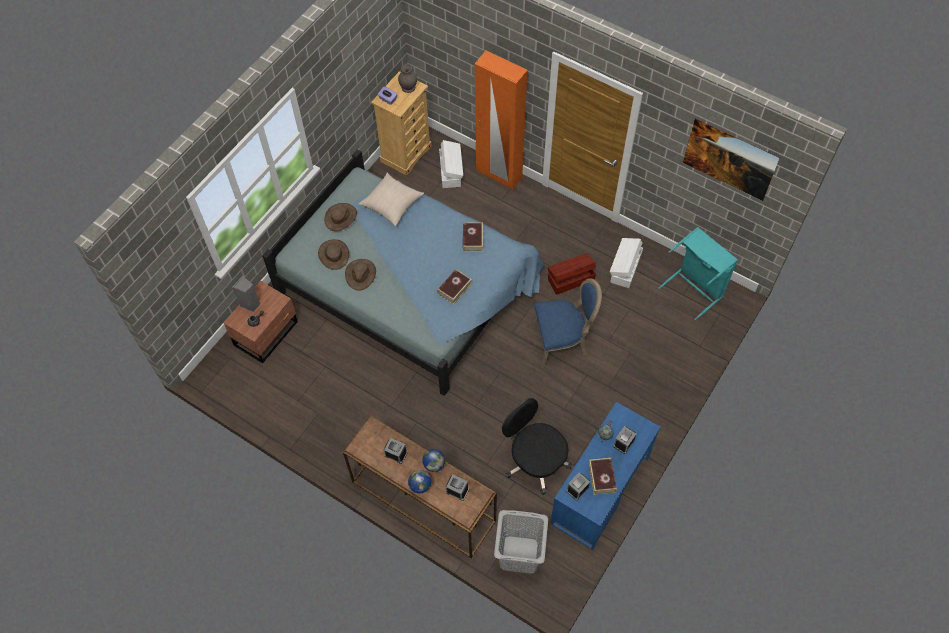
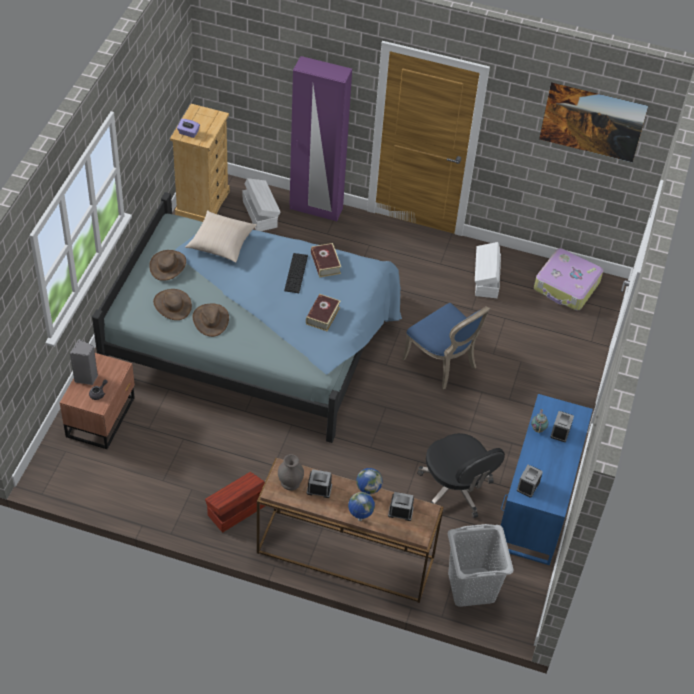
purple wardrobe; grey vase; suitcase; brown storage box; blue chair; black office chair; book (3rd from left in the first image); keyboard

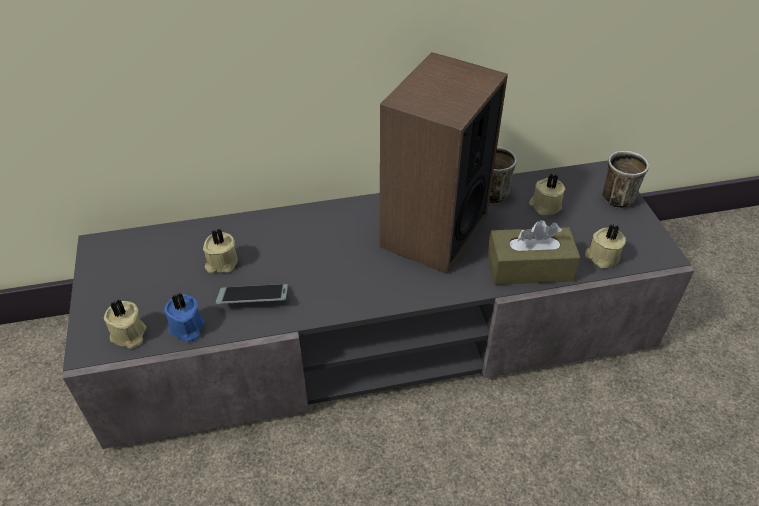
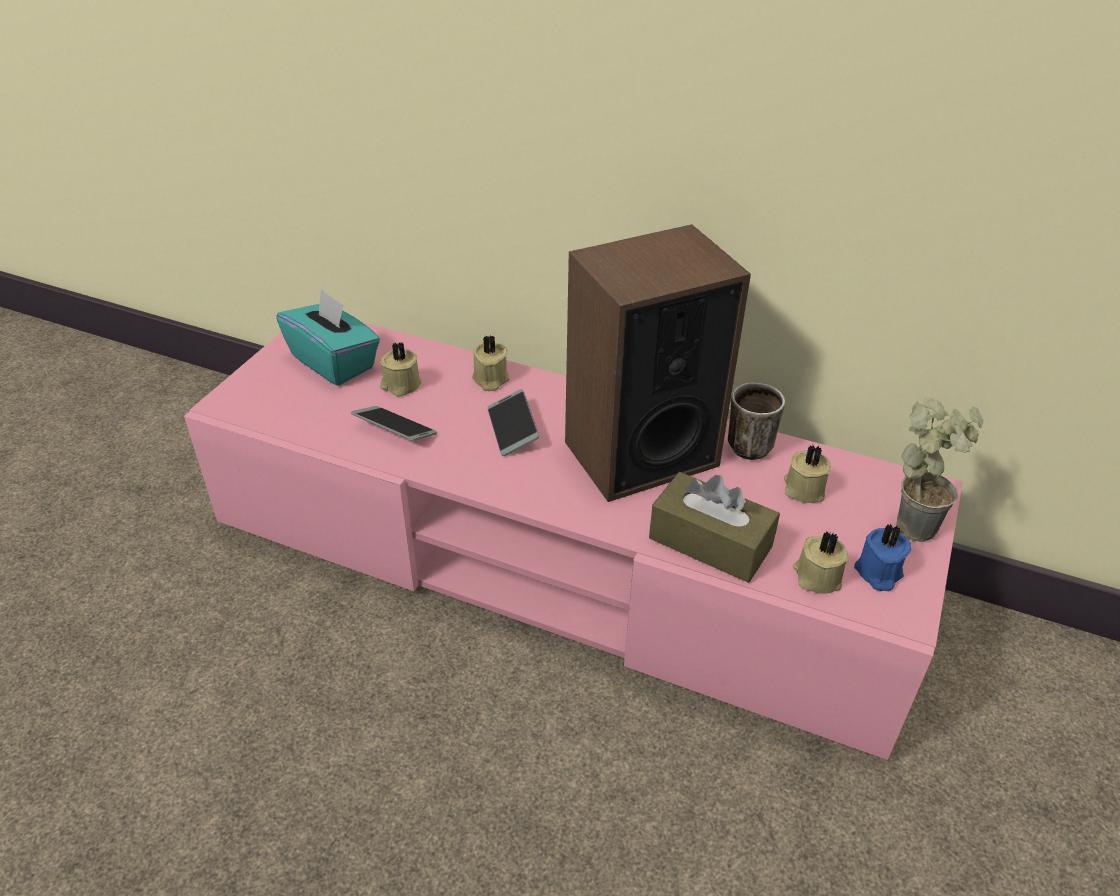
potted plant; pink tv stand; blue candle; beige candle (2nd from left); turquoise tissue box; phone (2nd from left)

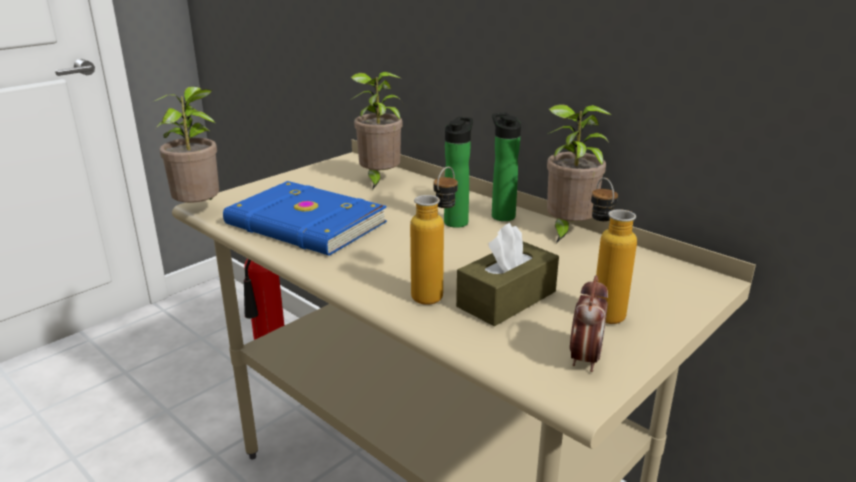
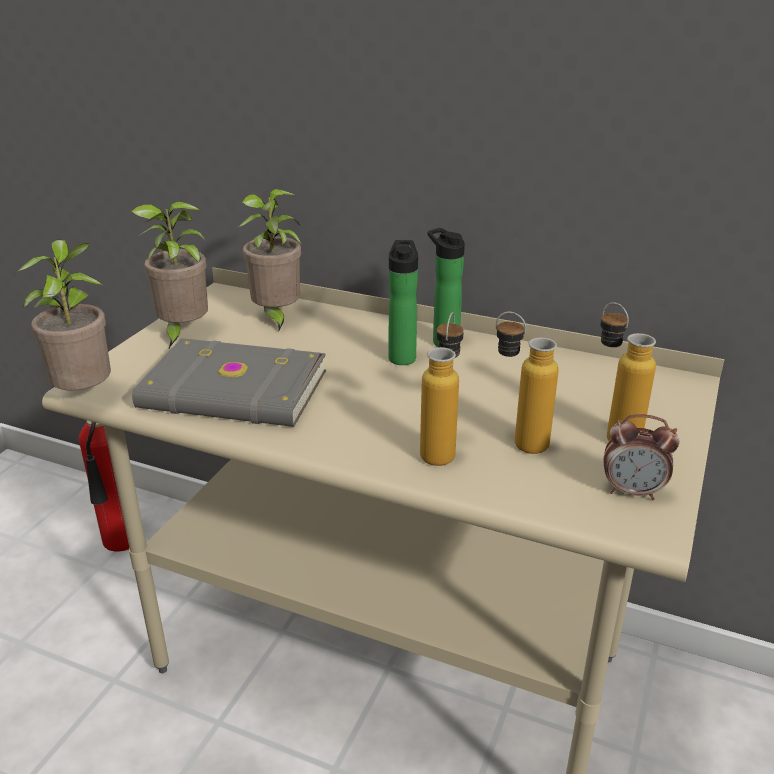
potted plant (2nd from left); grey book; bottle (4th from left); alarm clock

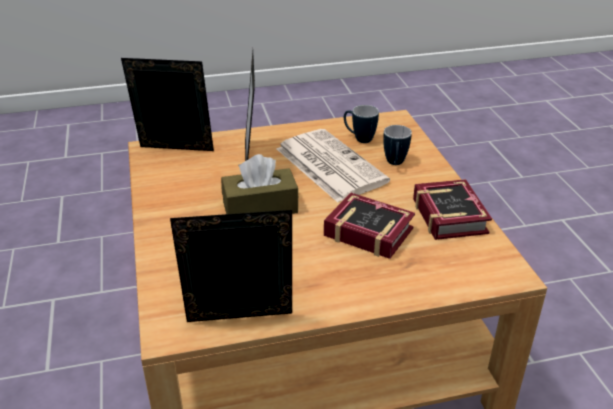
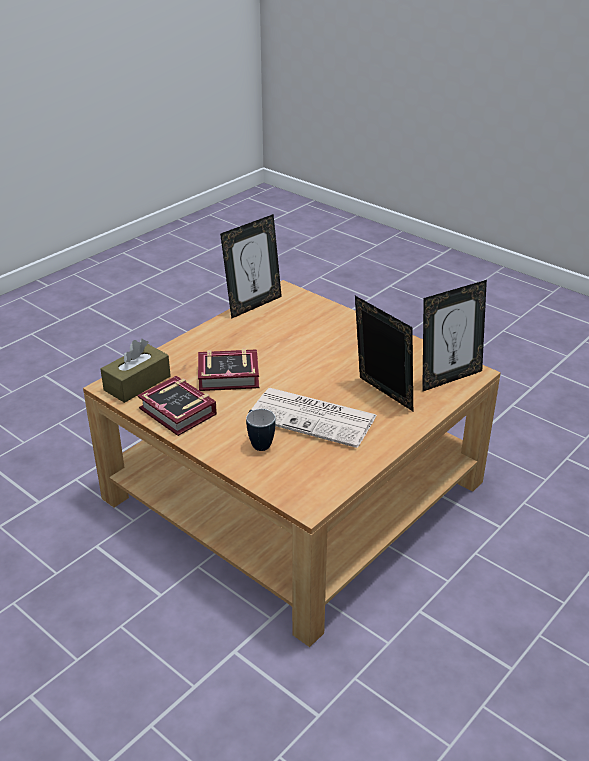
mug (1st from left in the first image); brown tissue box

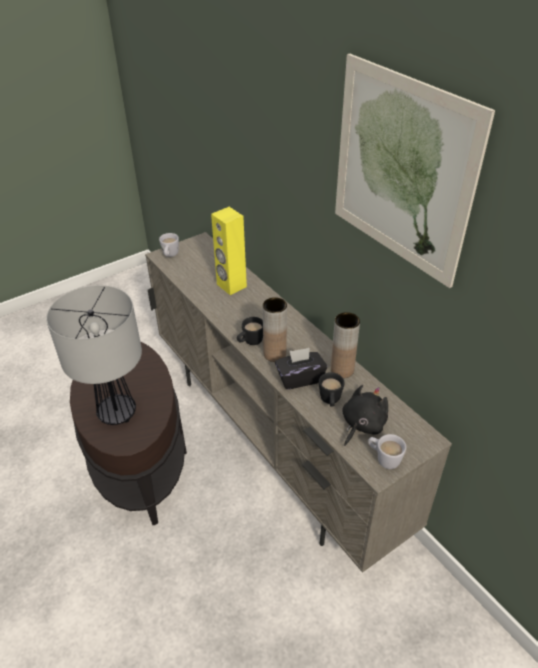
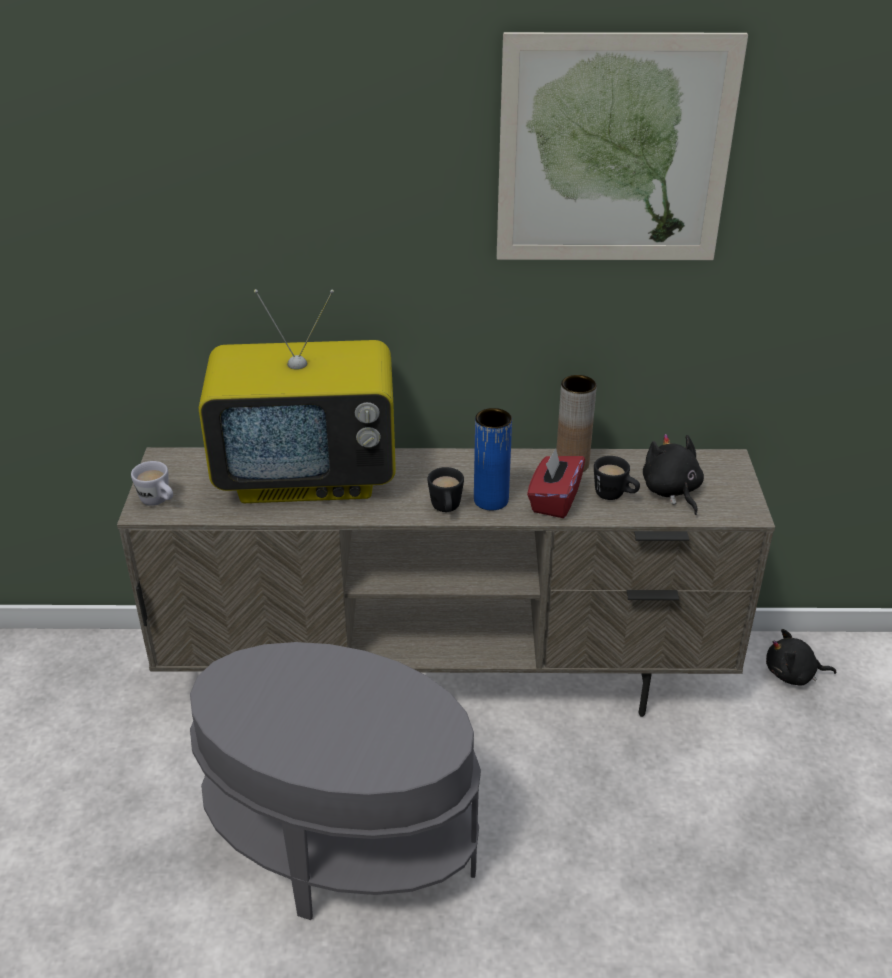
television; table lamp; blue vase; grey side table; red tissue box; white mug (2nd from left in the first image); black plush toy (2nd from left)

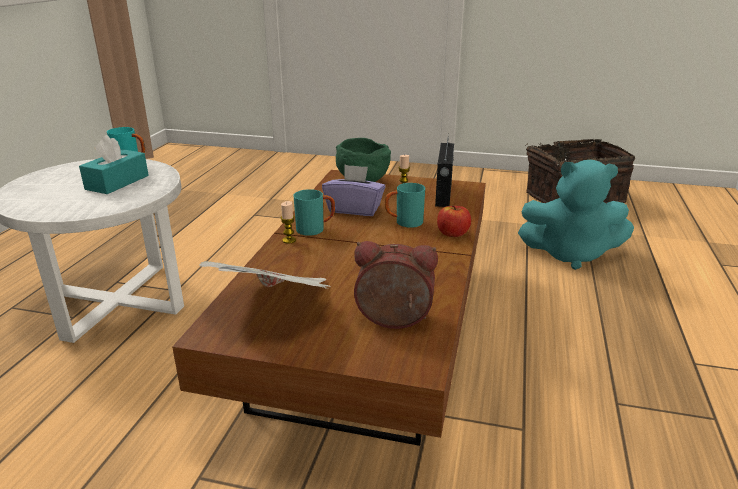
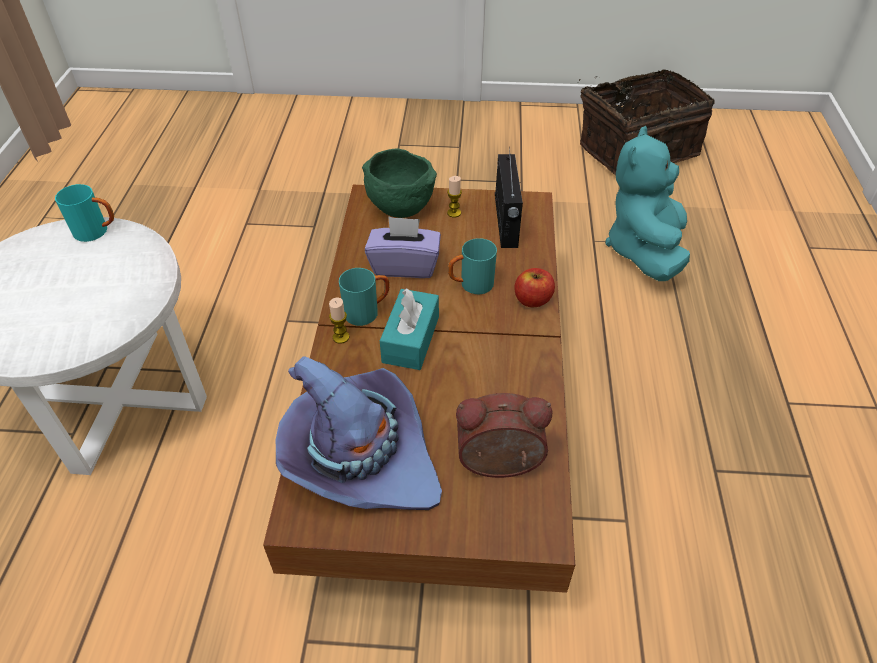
turquoise tissue box; turquoise plush toy; purple hat

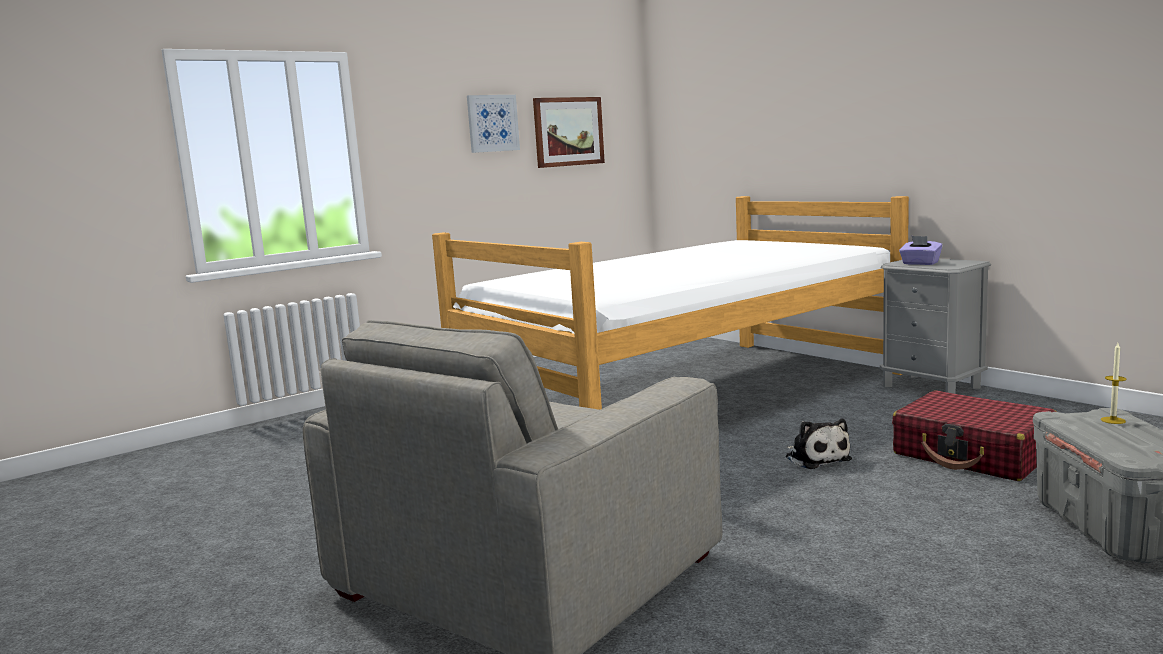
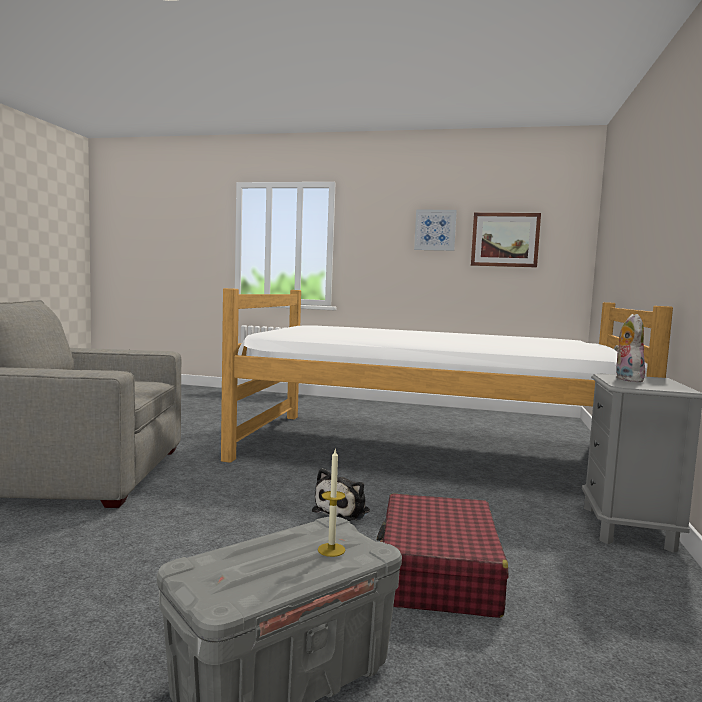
plush toy (2nd from left)

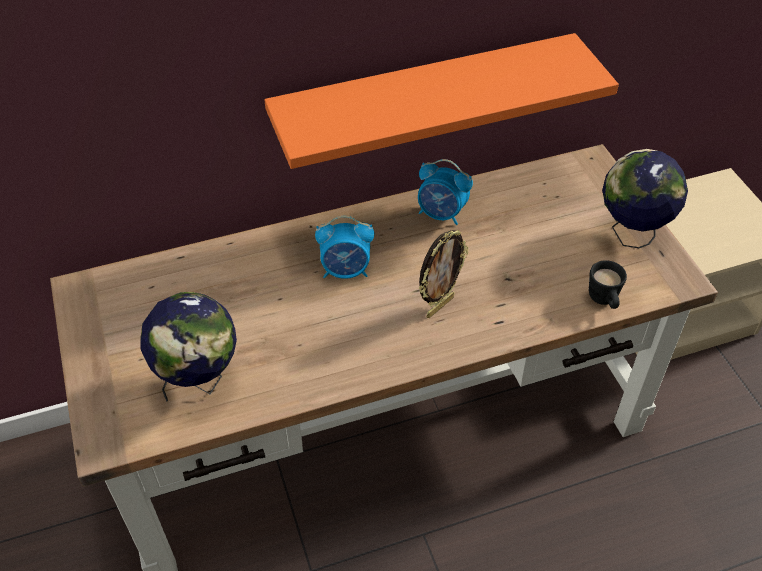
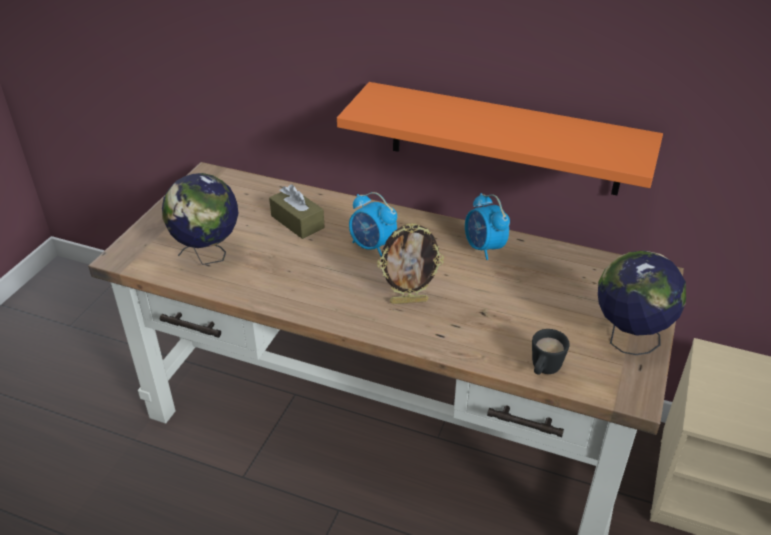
brown tissue box

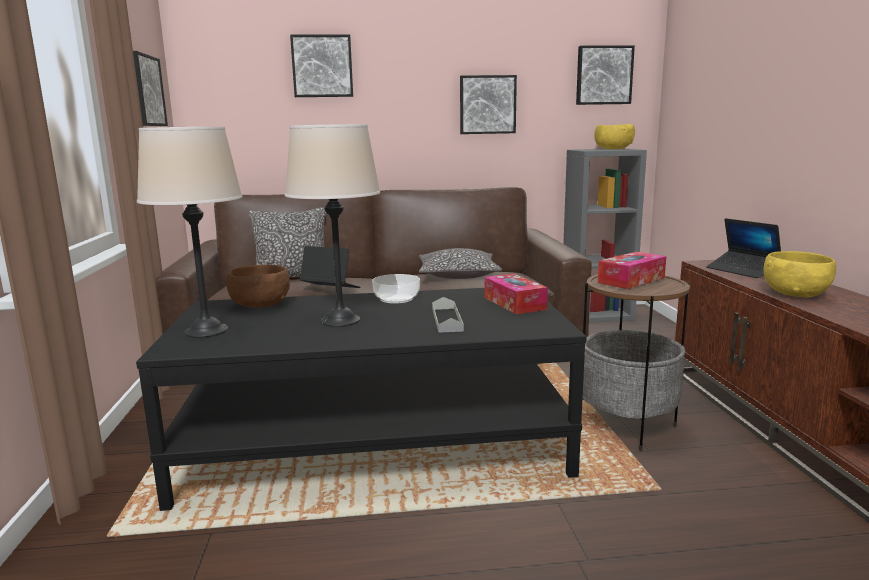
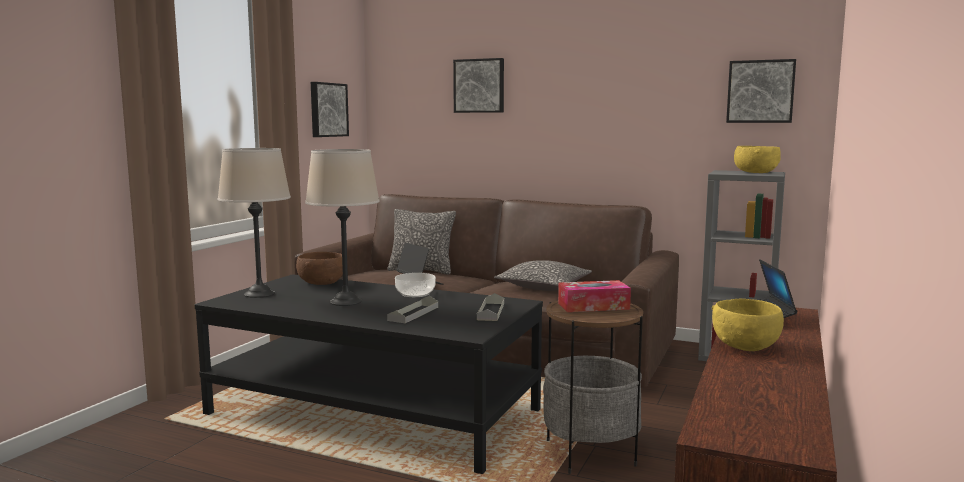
picture (3rd from left in the first image); grey tray (2nd from left)

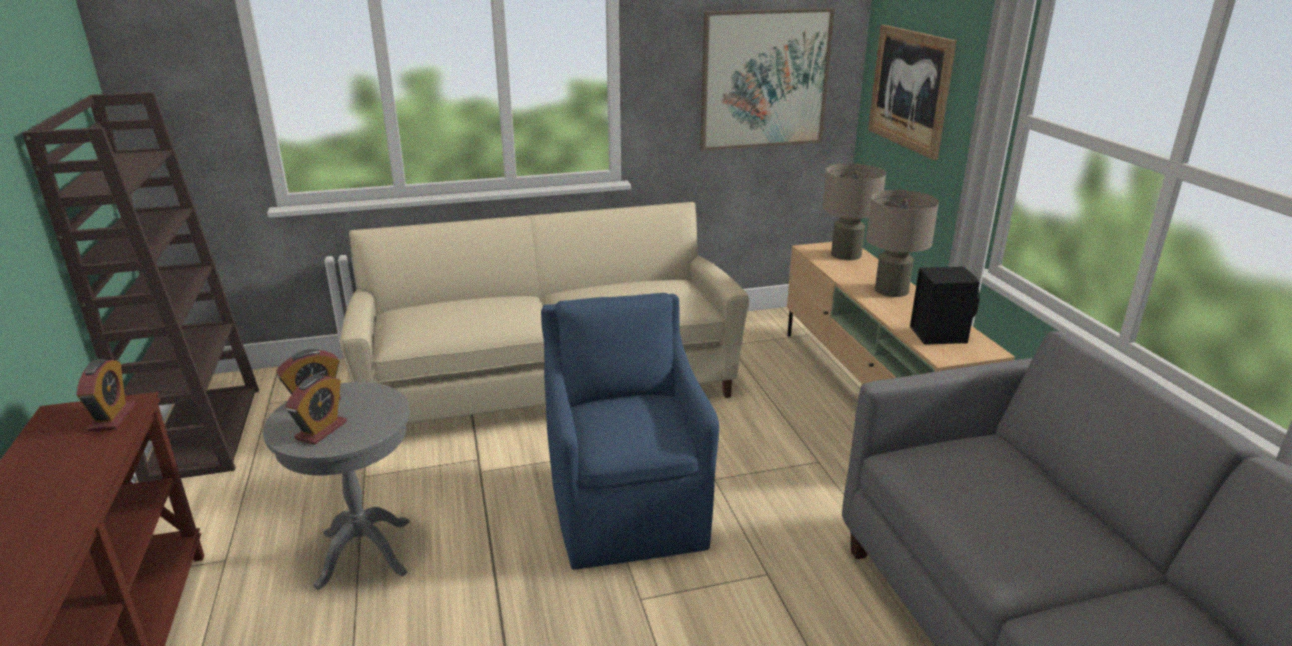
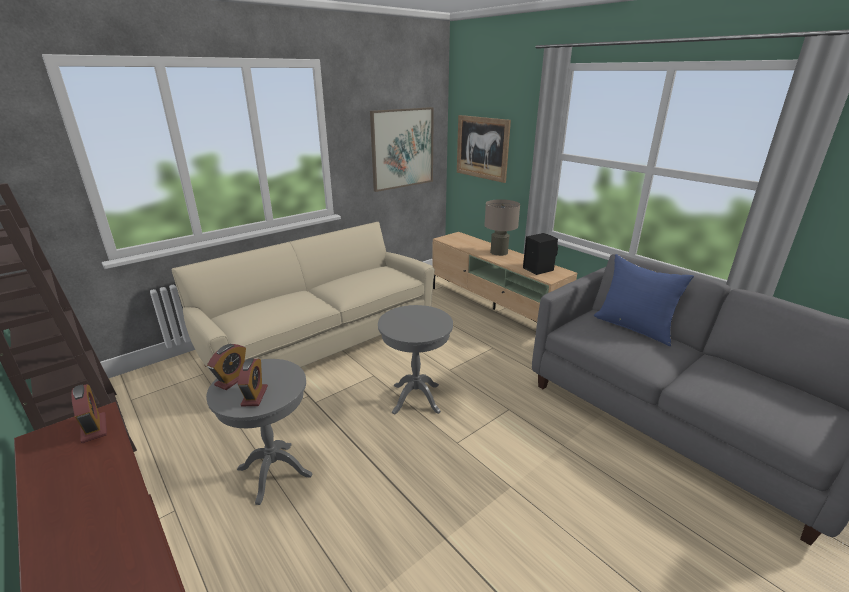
beige table lamp (1st from left in the first image); grey side table (2nd from left); blue pillow

